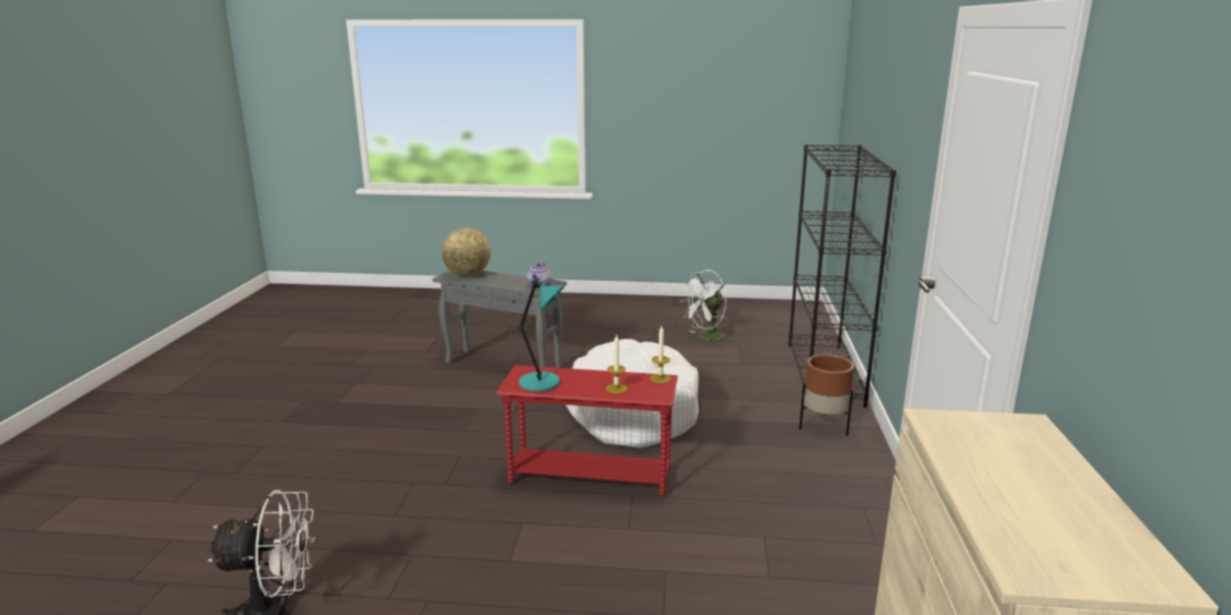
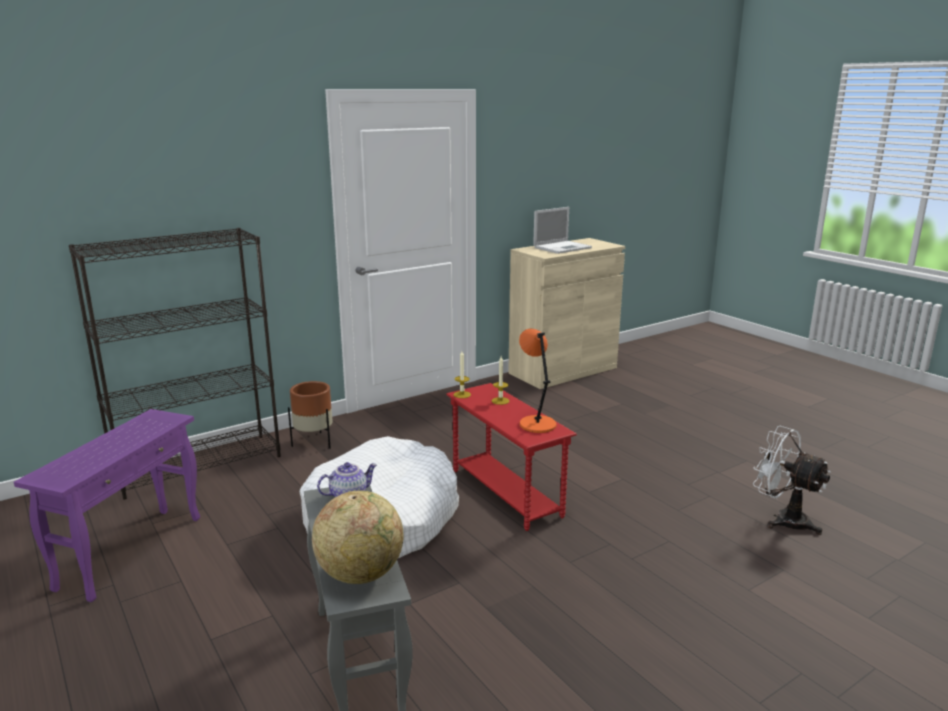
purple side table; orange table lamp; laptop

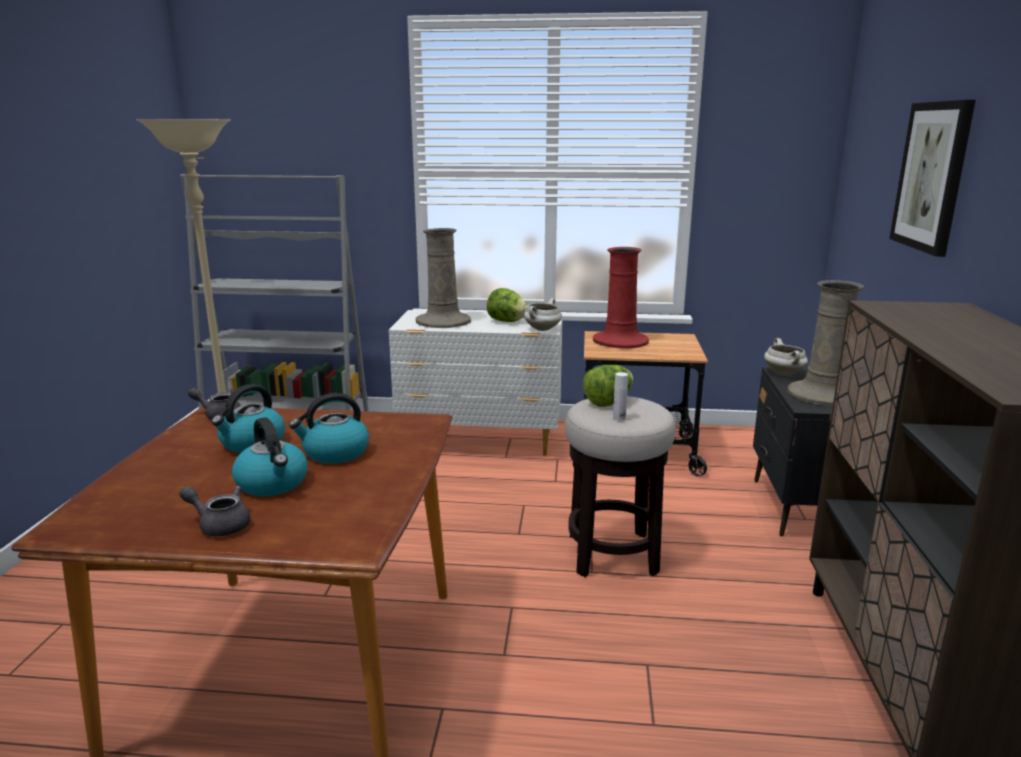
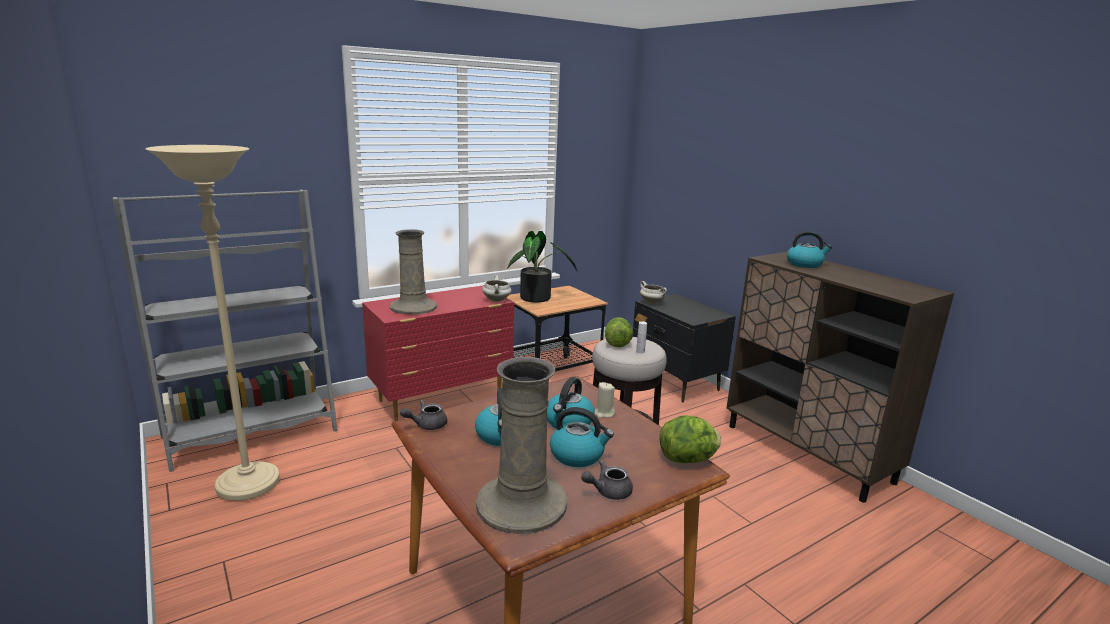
picture; potted plant; beige vase (2nd from left); lettuce (2nd from left); red dresser; kettle (4th from left); beige candle

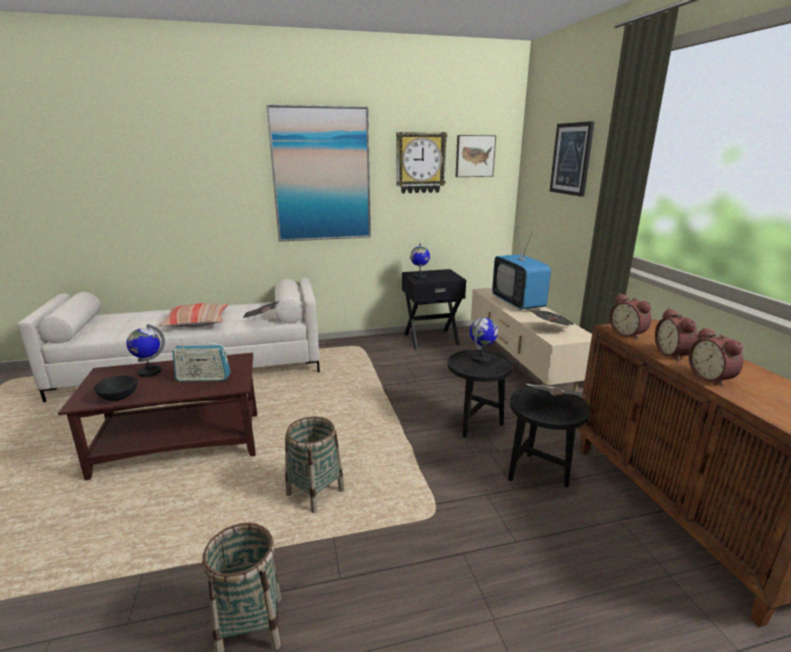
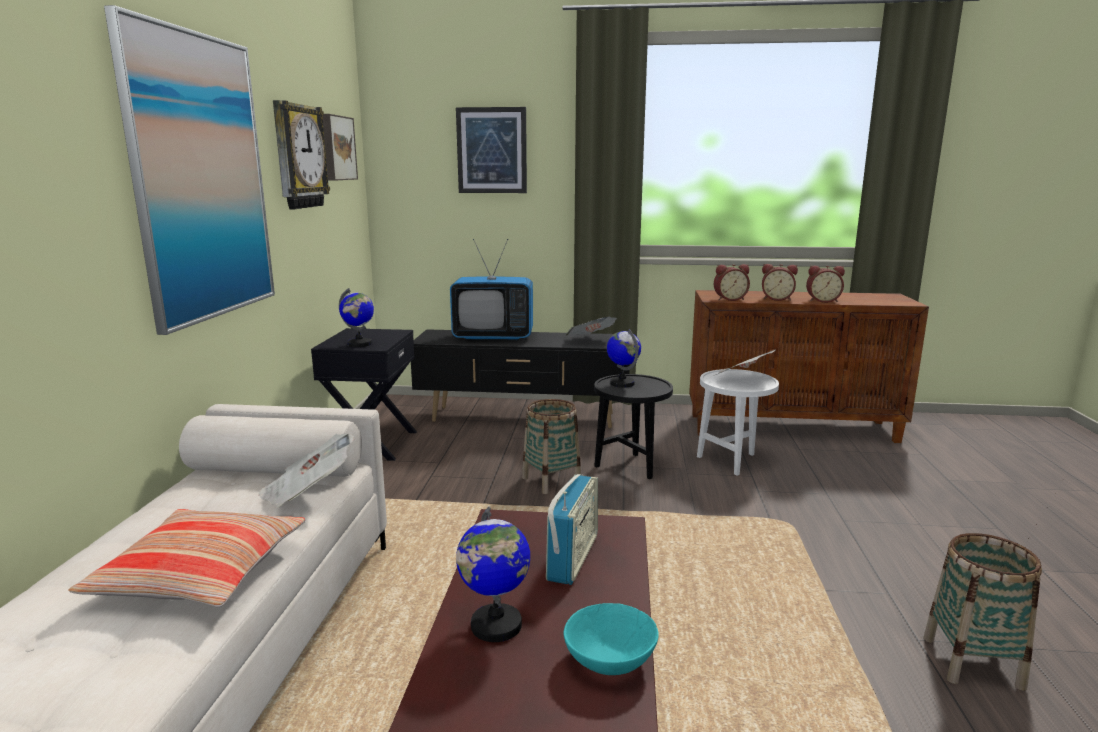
black tv stand; turquoise bowl; white side table; basket (1st from left)

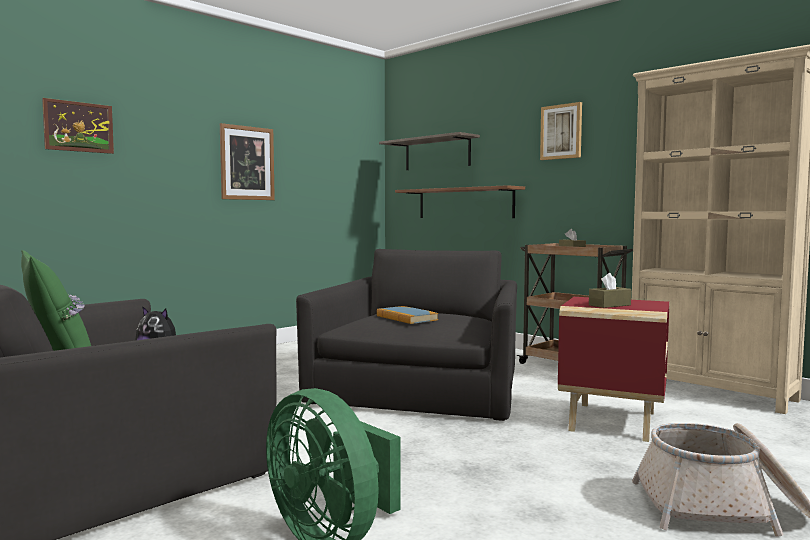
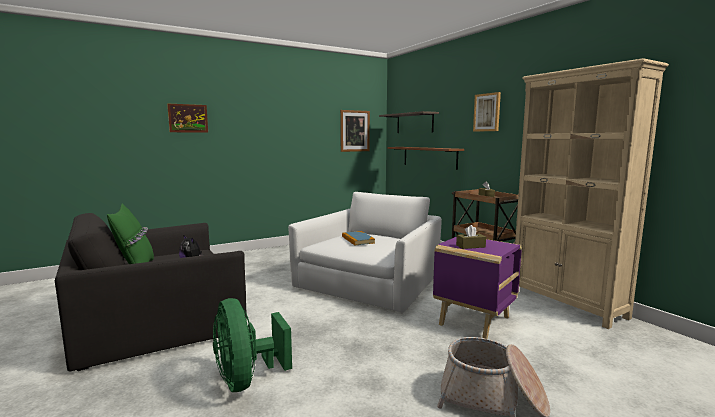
picture (2nd from left); white armchair; purple side table

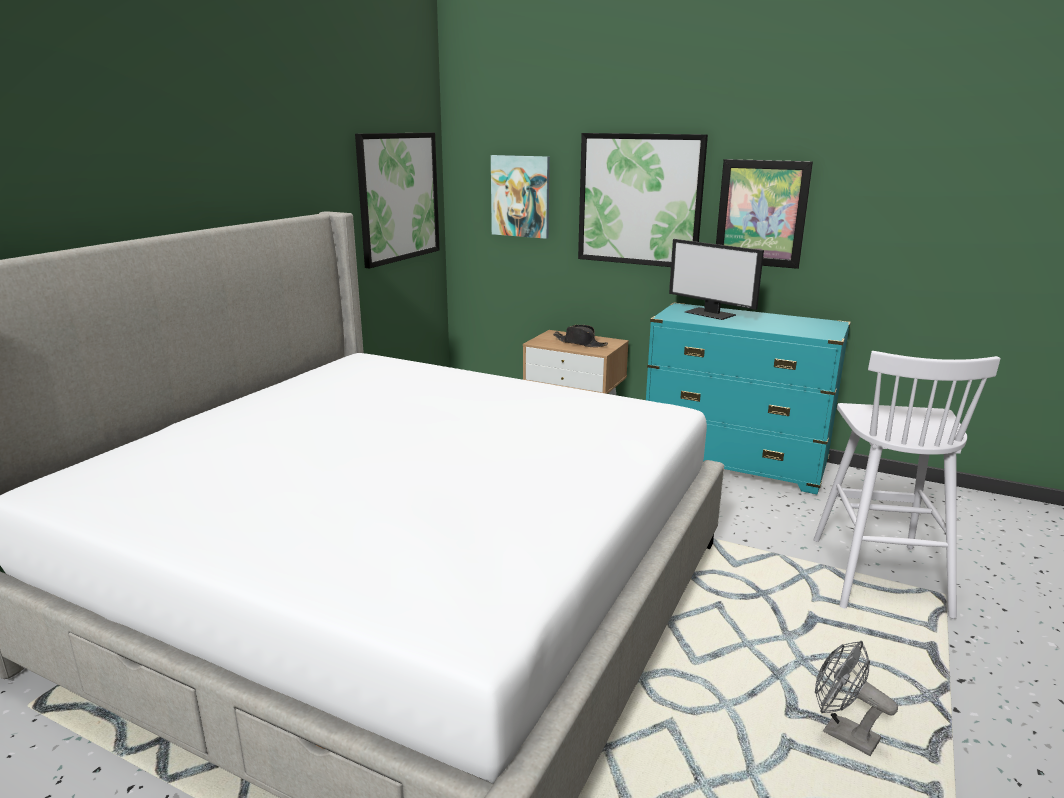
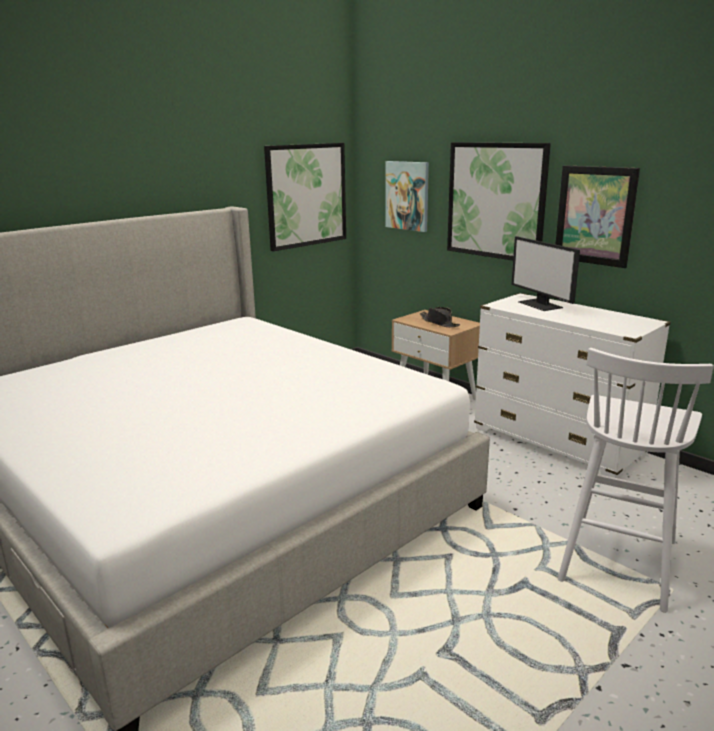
white dresser; grey fan

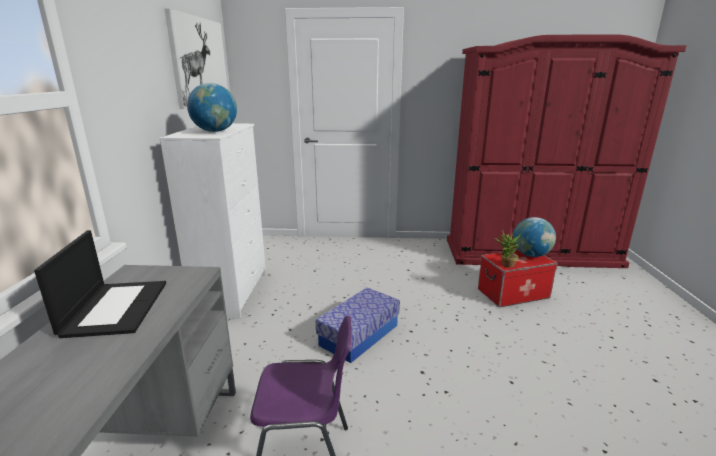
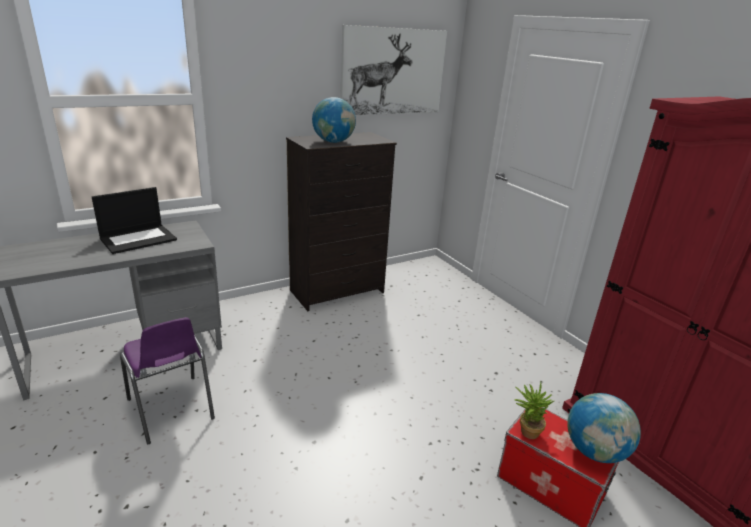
black dresser; storage box (1st from left in the first image)

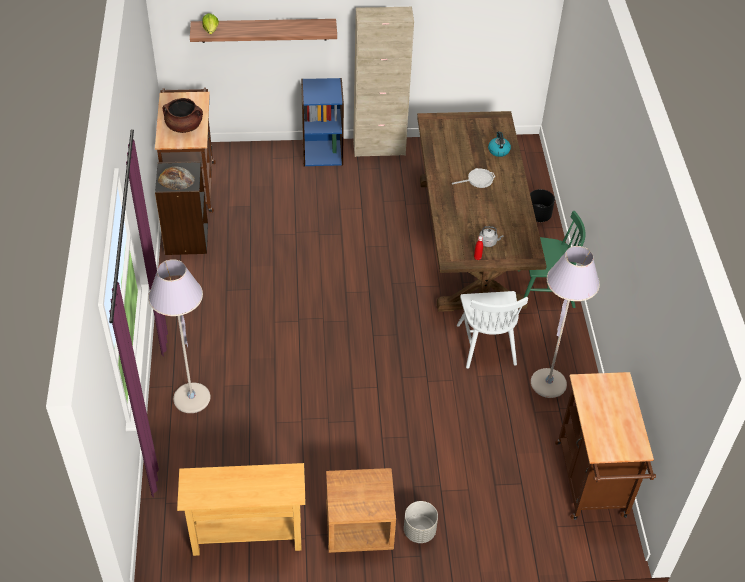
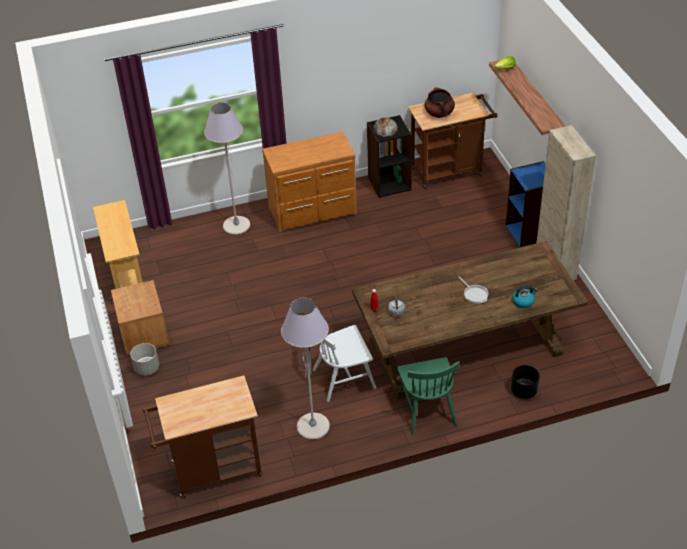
brown dresser

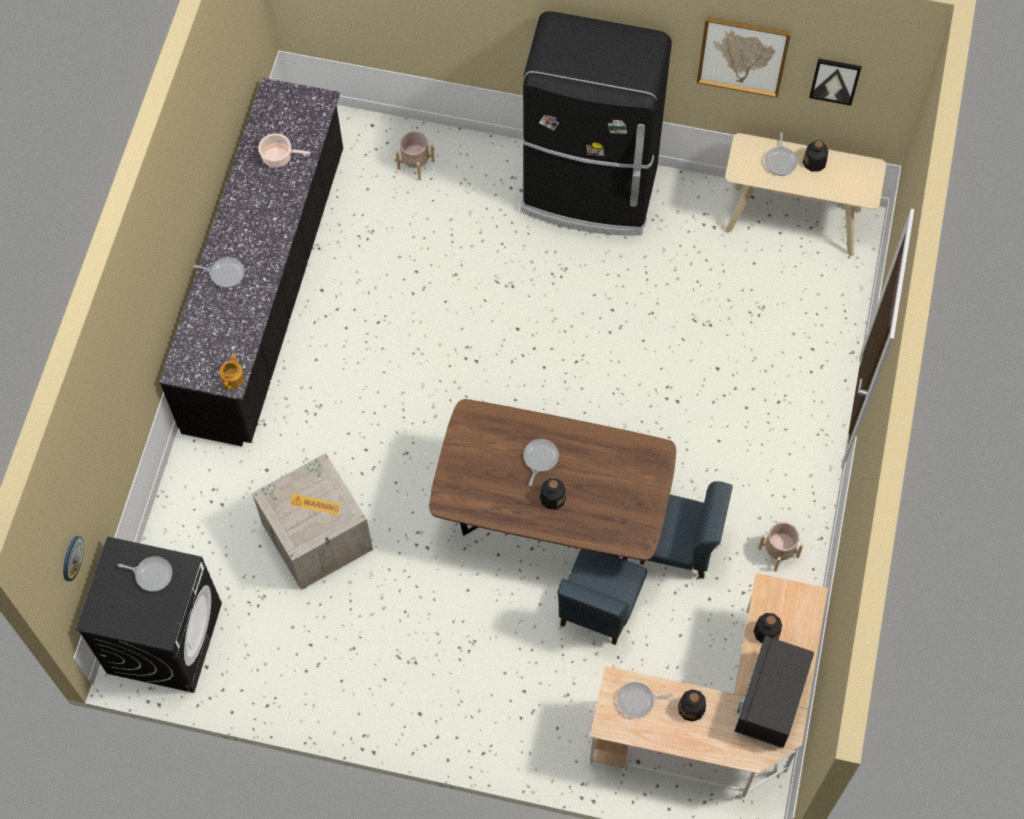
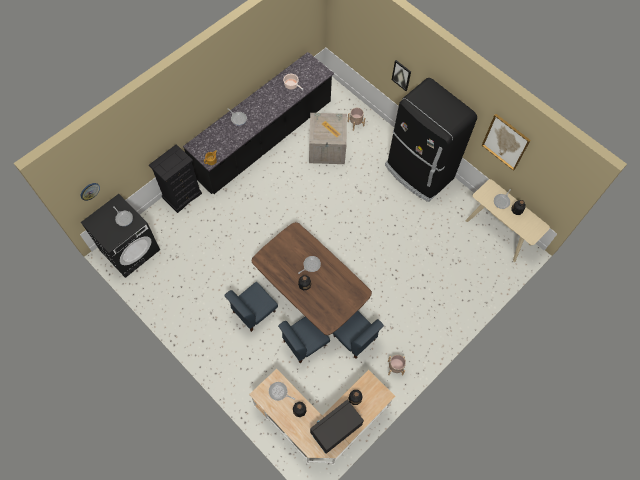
picture (1st from left); crate; black dresser; blue chair (1st from left)

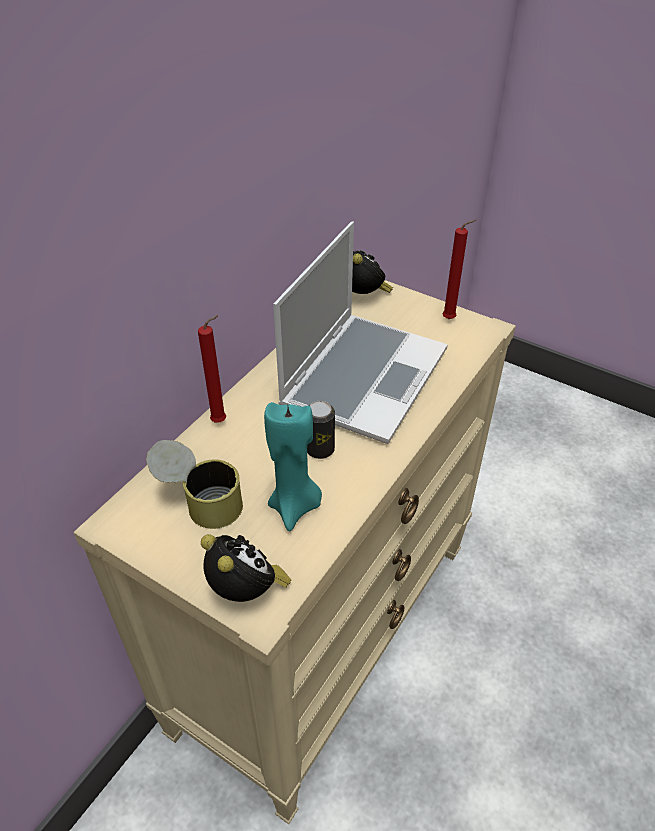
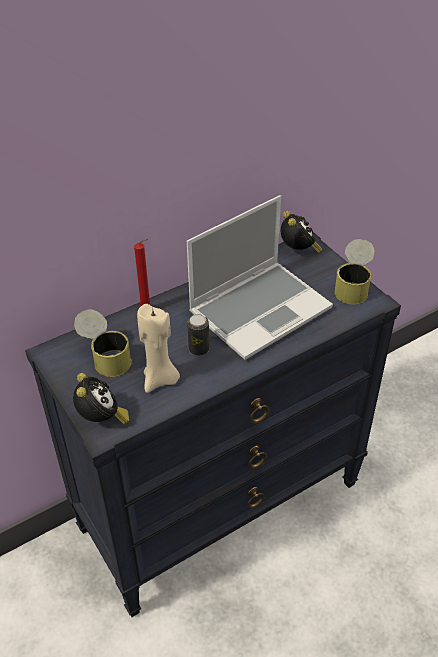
can (3rd from left); black dresser; beige candle

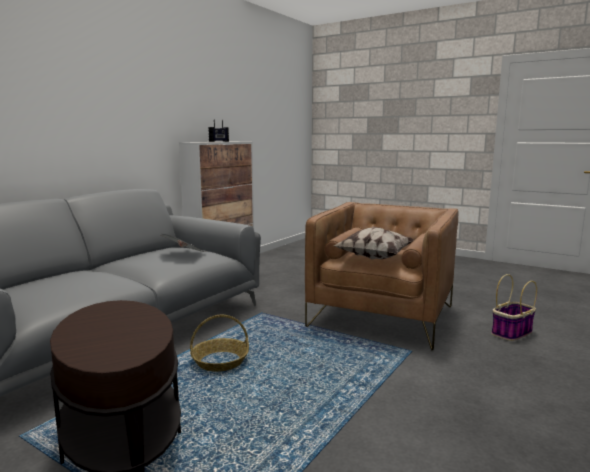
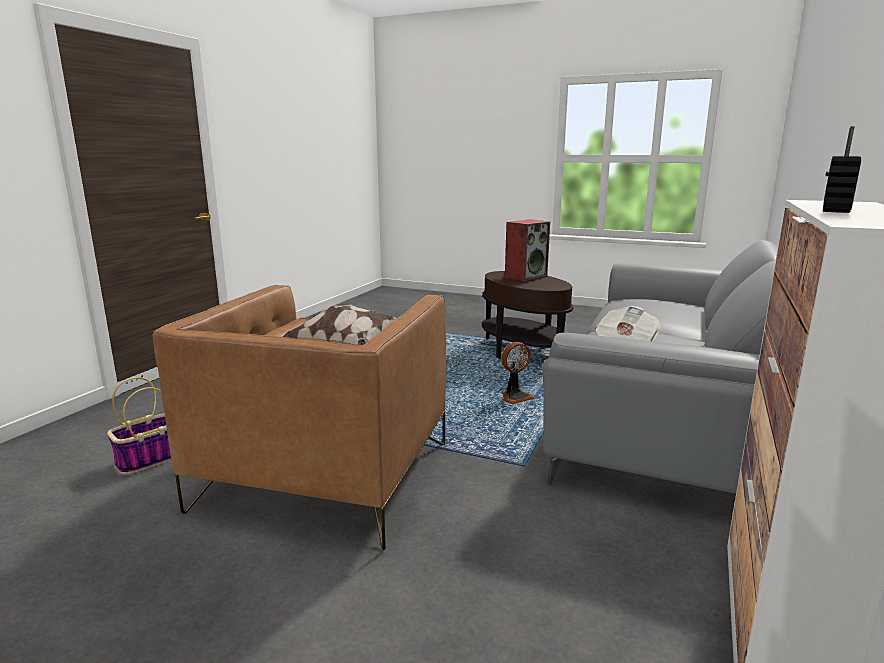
fan; speaker

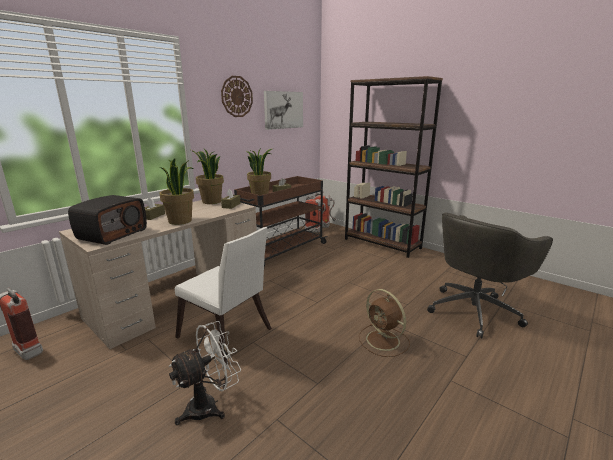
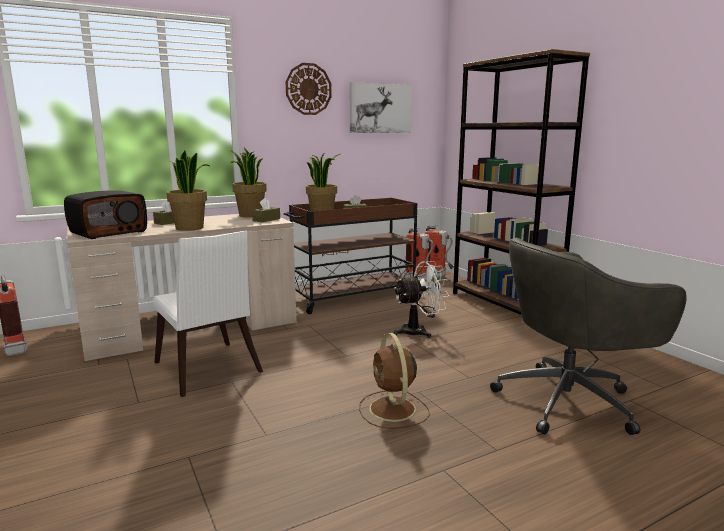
white fan

